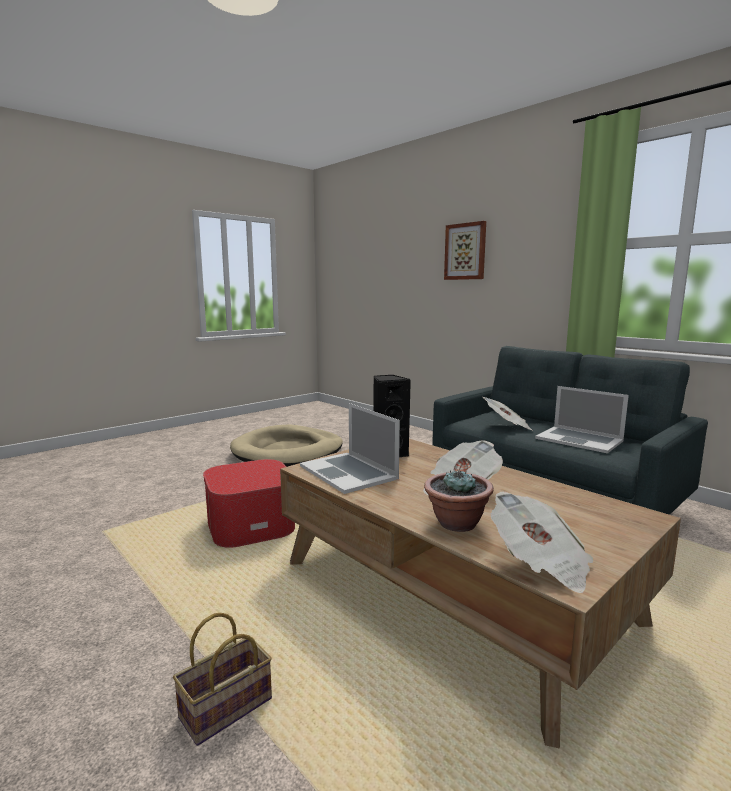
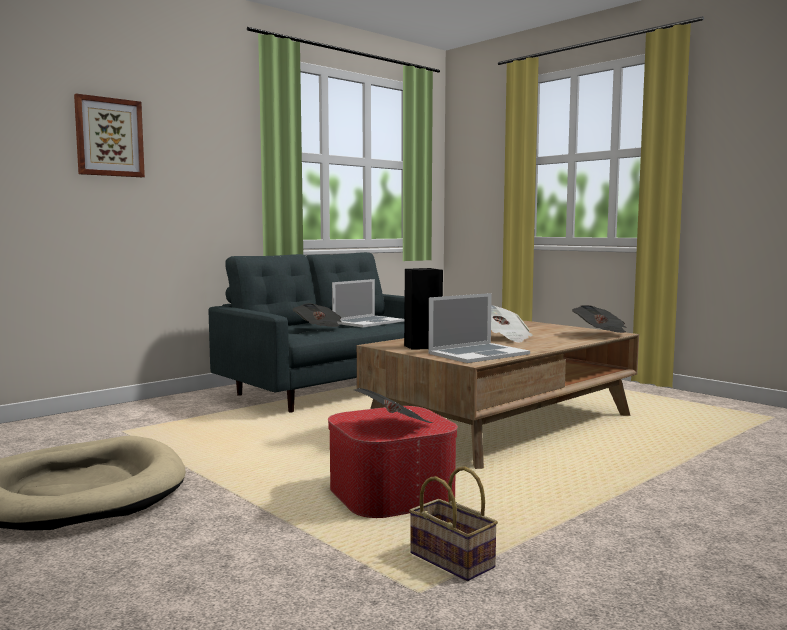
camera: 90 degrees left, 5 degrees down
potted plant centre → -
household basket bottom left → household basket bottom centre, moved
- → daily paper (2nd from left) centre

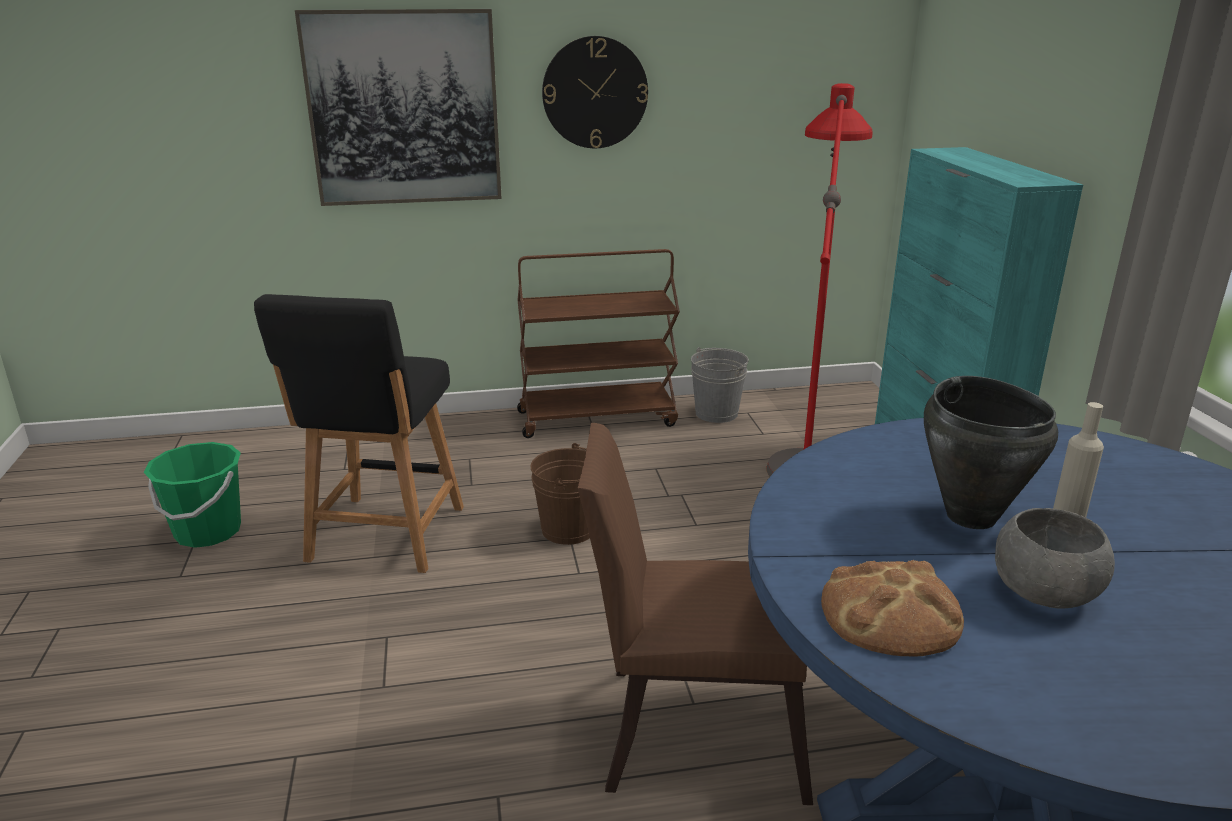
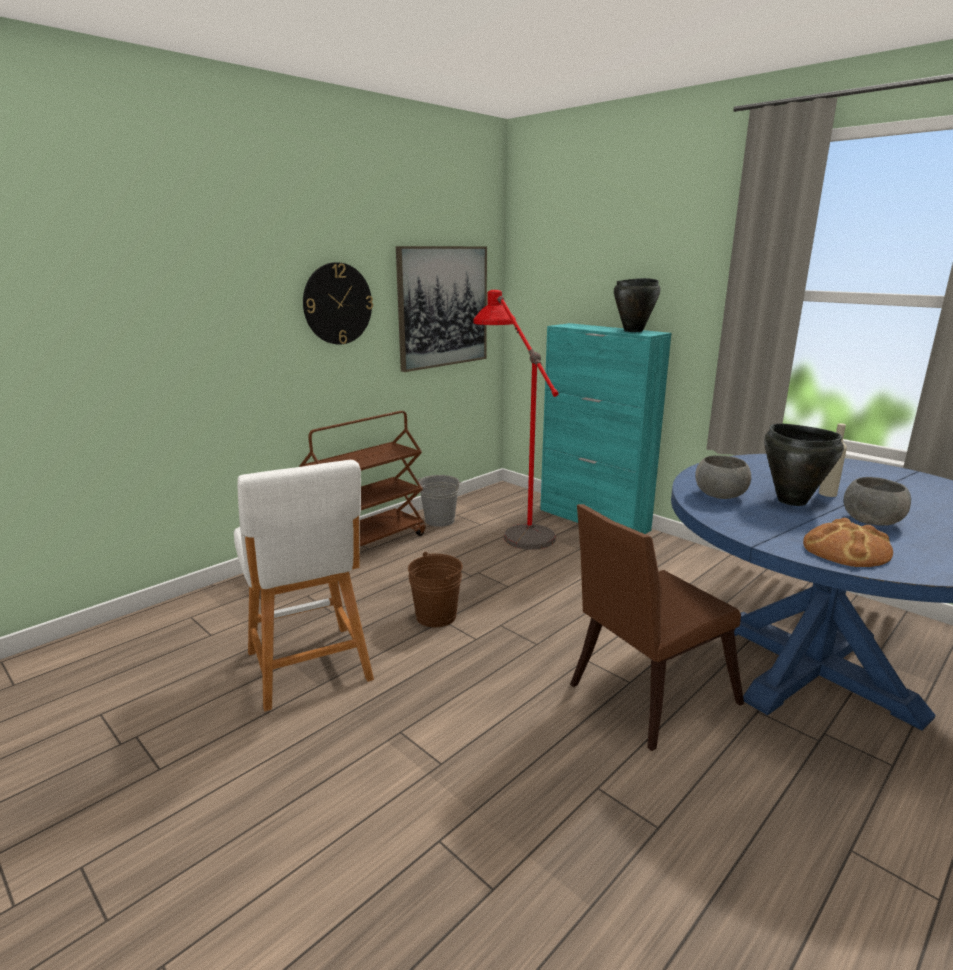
camera: 35 degrees left, 5 degrees down
wall art top left → wall art top centre, moved
blackish stool middle left → white stool middle left
green bucket middle left → -
- → blackish stockpot (1st from left) top right
- → greyish deep dish (1st from left) middle right

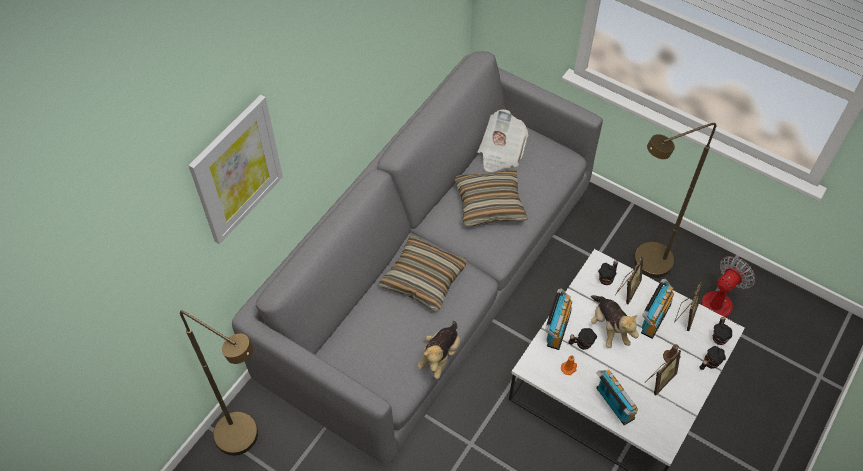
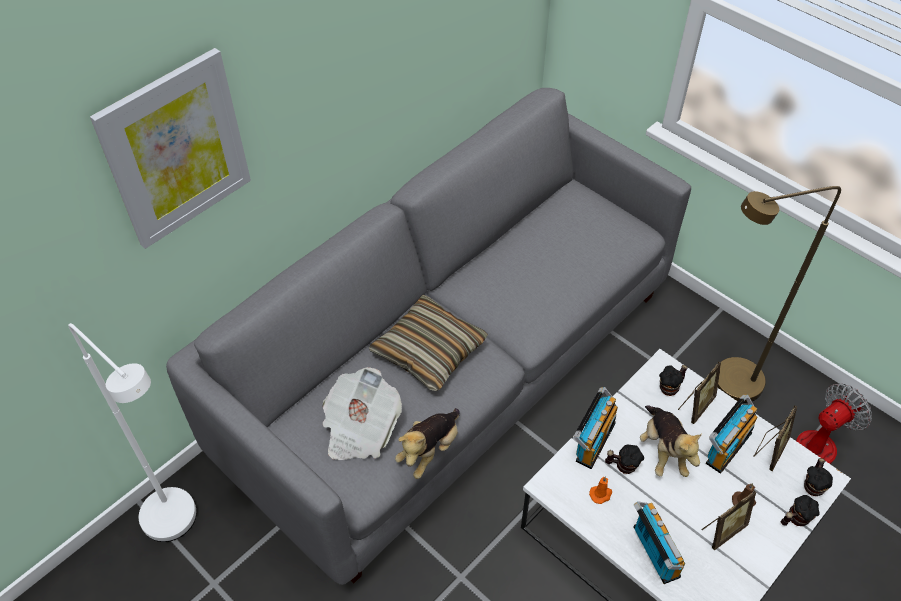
camera: 10 degrees right, 5 degrees down
daily paper top centre → daily paper bottom centre, moved
cushion (2nd from left) centre → -
brown-coloured floor lamp (1st from left) bottom left → white floor lamp bottom left

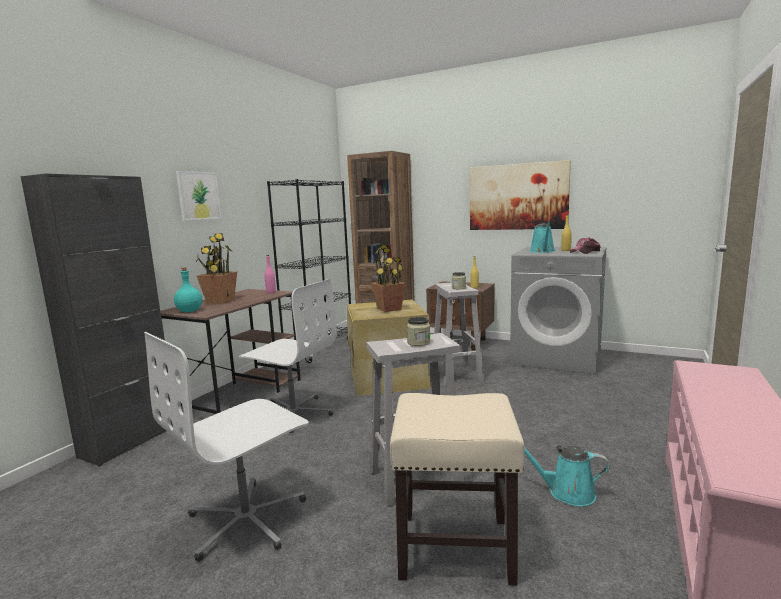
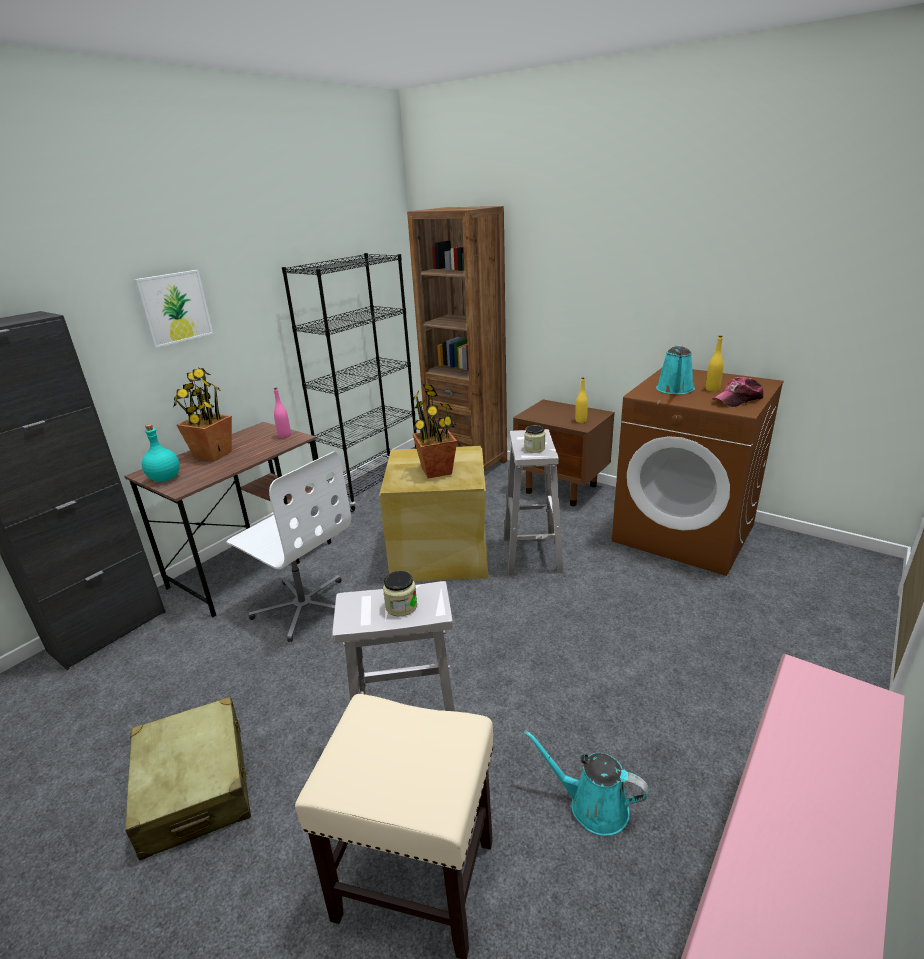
camera: 10 degrees right, 15 degrees up
wall art (2nd from left) top centre → -
greyish laundry appliance middle right → brown-coloured laundry appliance middle right
white computer chair (1st from left) bottom left → beige travel case bottom left

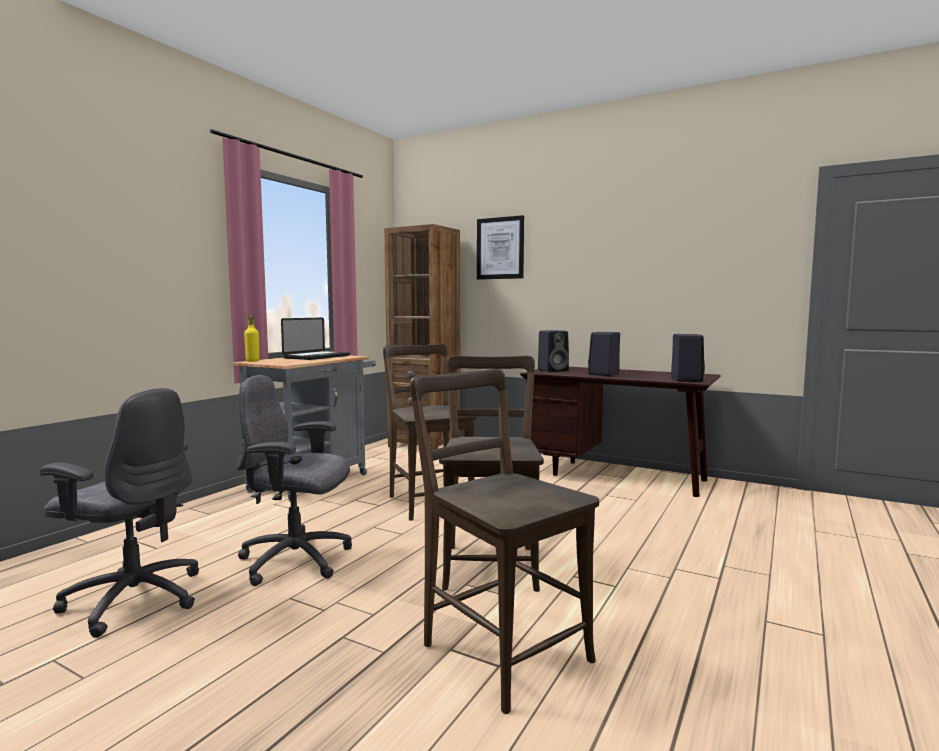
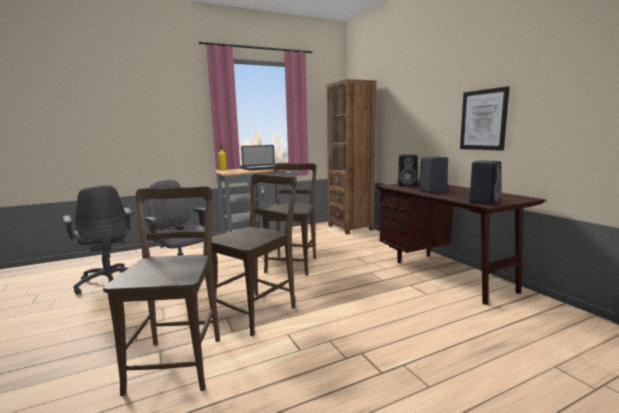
camera: 35 degrees right, 5 degrees up
wall art top centre → wall art top right, moved

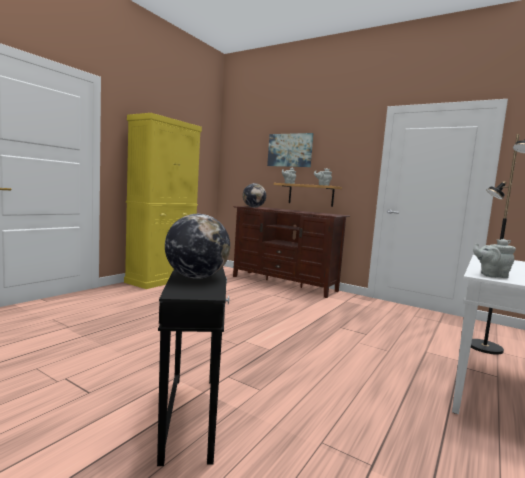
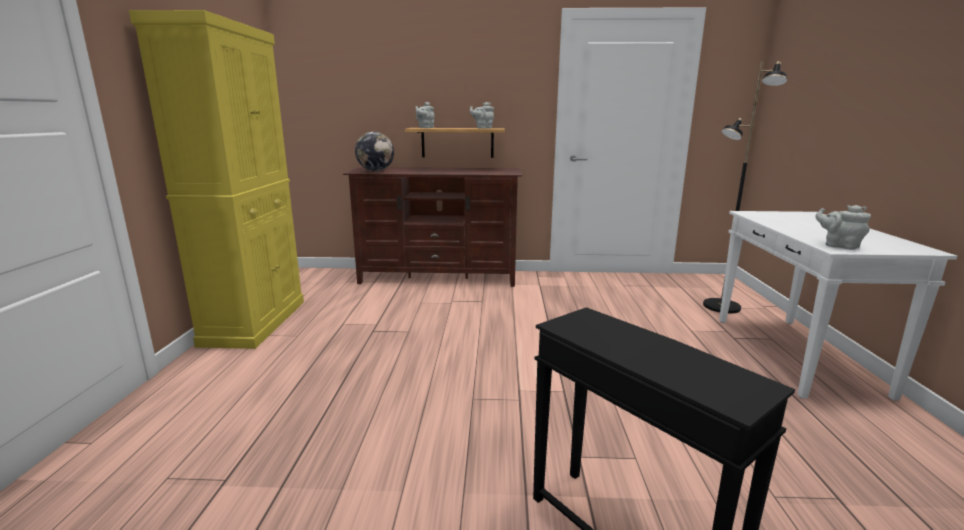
camera: 30 degrees left, 10 degrees up
wall art top centre → -
globe (1st from left) centre → -
greyish pot for tea (3rd from left) middle right, 75 degrees clockwise

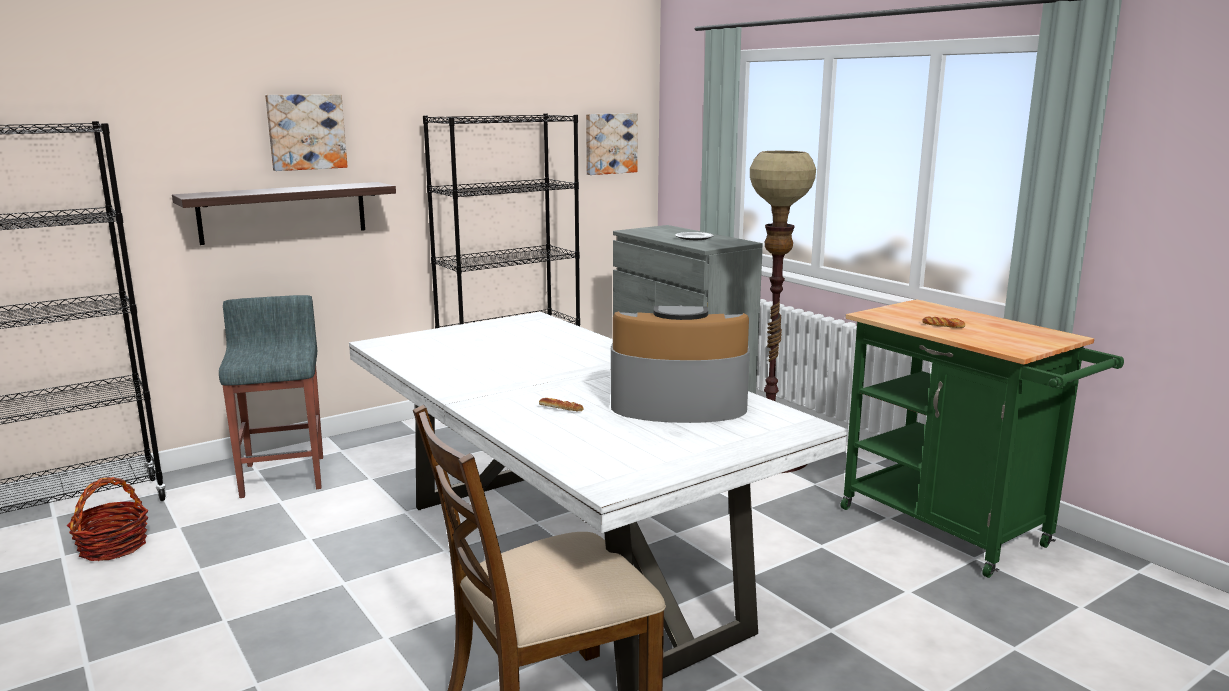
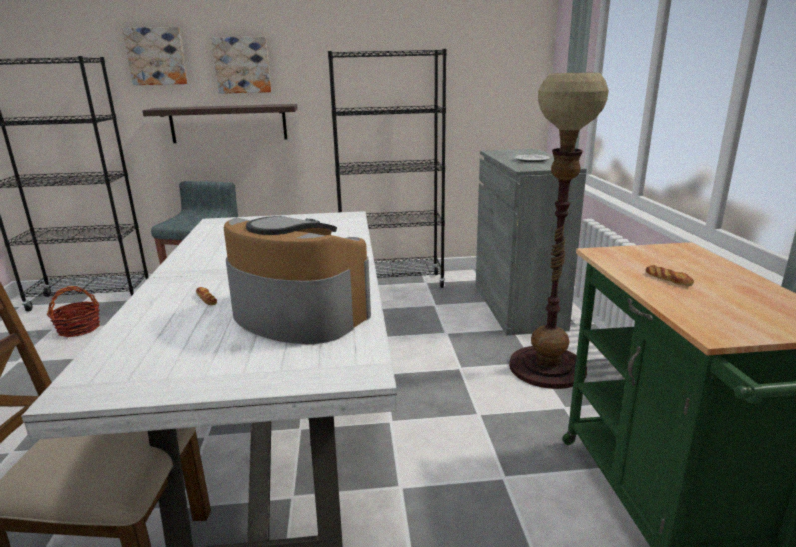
camera: 30 degrees right, 5 degrees up
wall art (2nd from left in the first image) top centre → wall art (1st from left) top left, moved

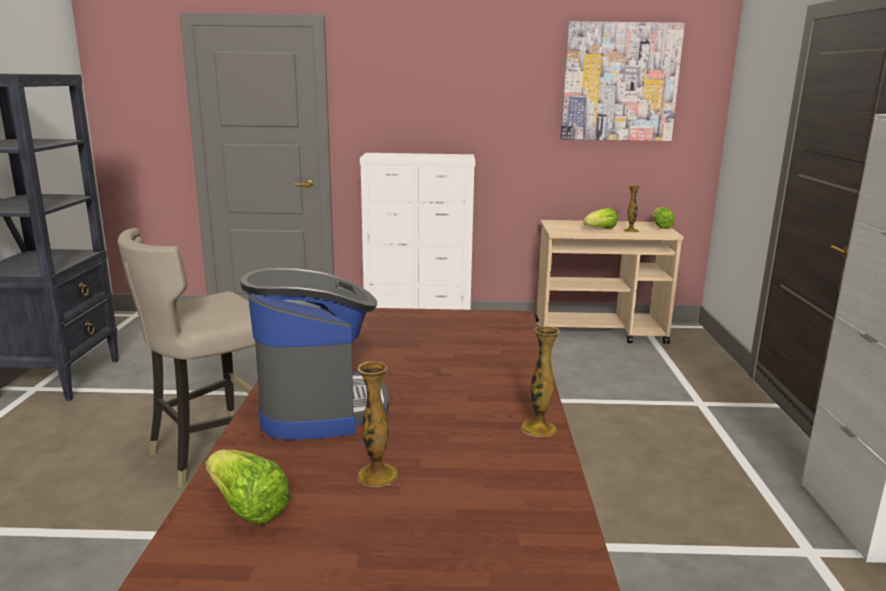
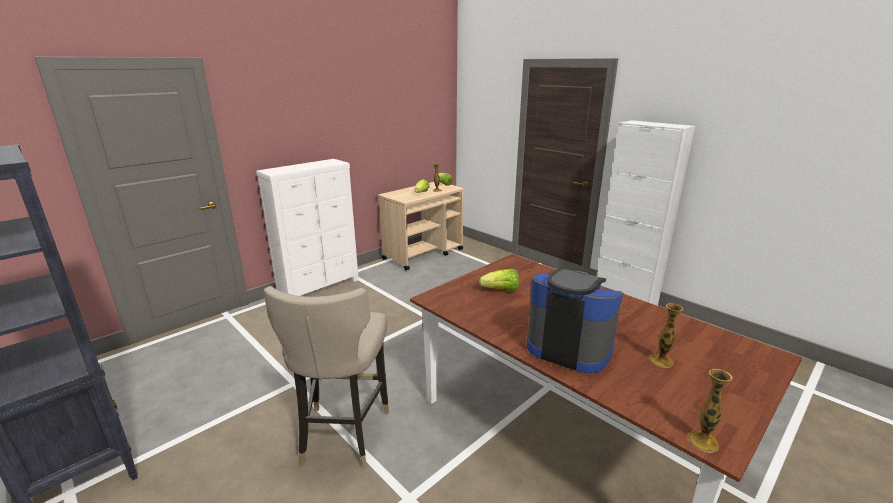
camera: 45 degrees left, 5 degrees up
wall art top right → -
vase (2nd from left in the first image) centre → vase (3rd from left) bottom right, moved
head of lettuce (1st from left in the first image) bottom left → head of lettuce (3rd from left) centre, moved

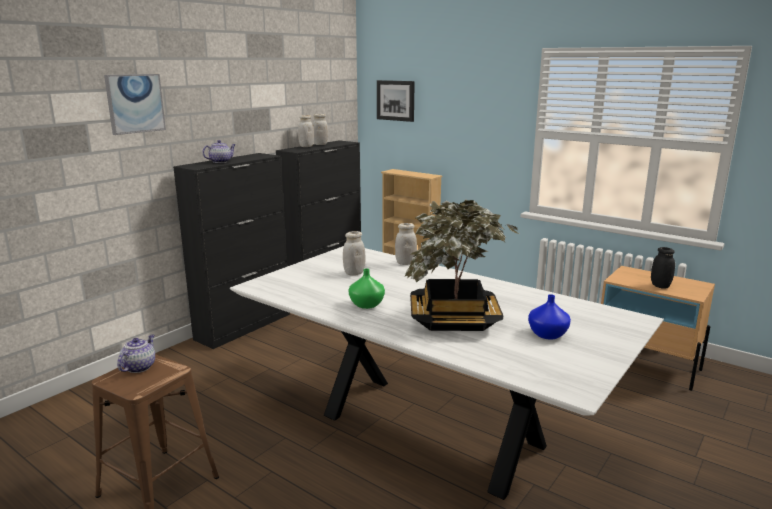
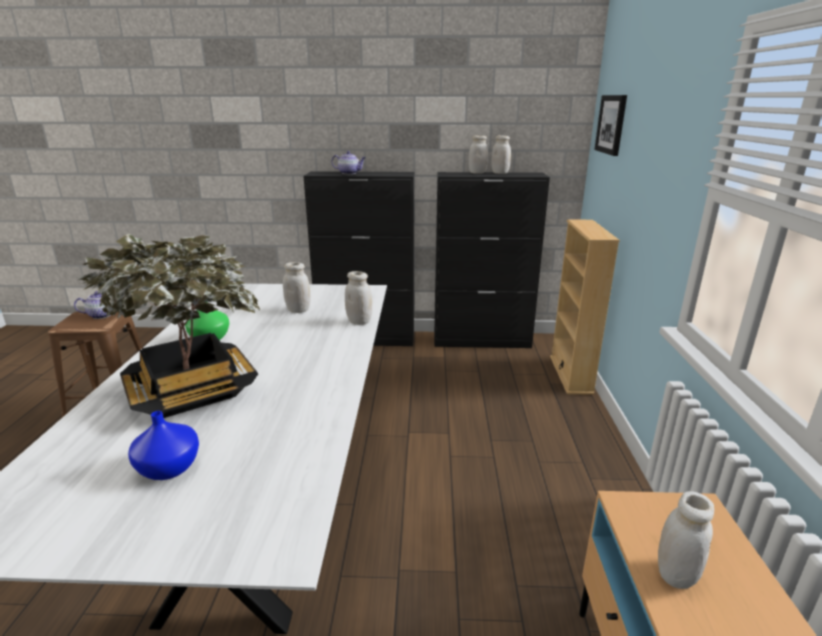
camera: 55 degrees right, 5 degrees up
wall art (1st from left) top left → -
blackish storage jar middle right → white storage jar (5th from left) bottom right

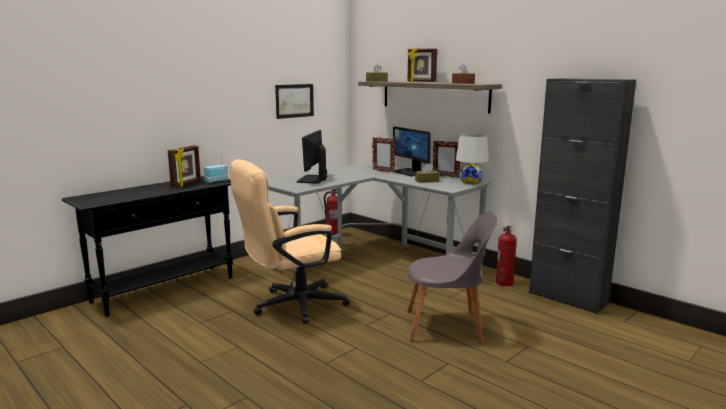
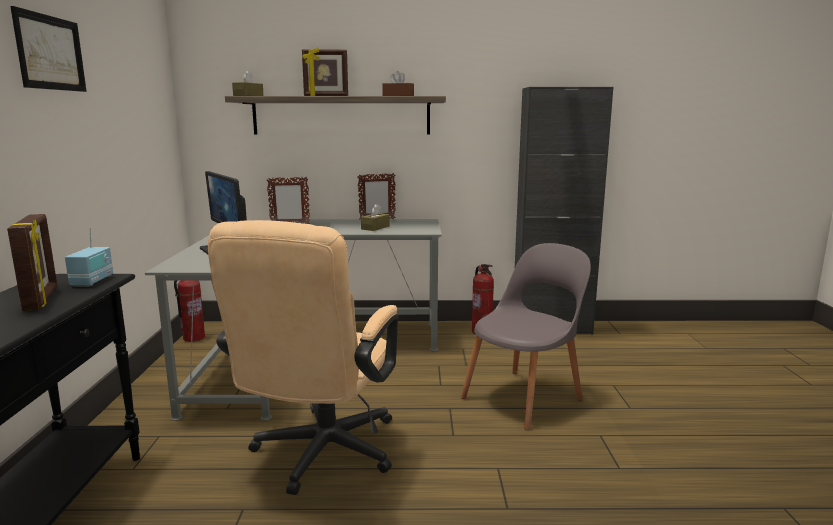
camera: 45 degrees left, 0 degrees up
wall art top centre → wall art top left, moved
monitor (2nd from left) centre → -
white lamp for a table centre → -

